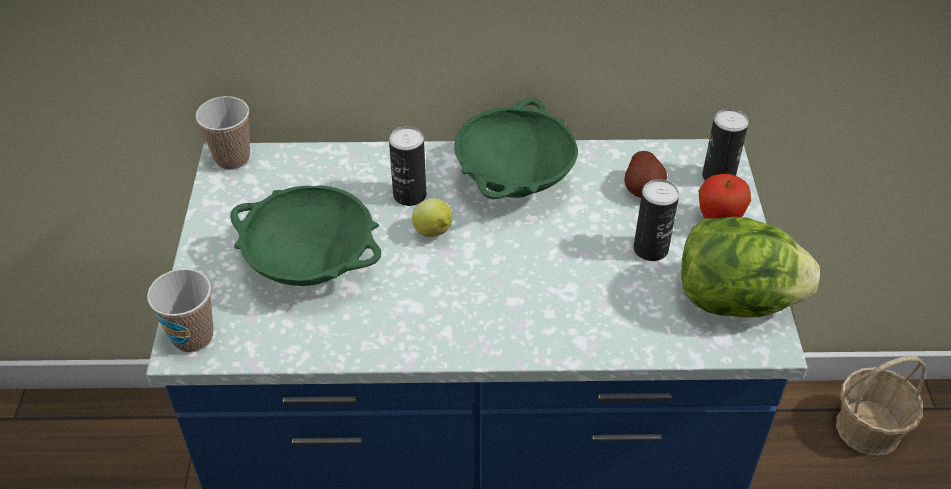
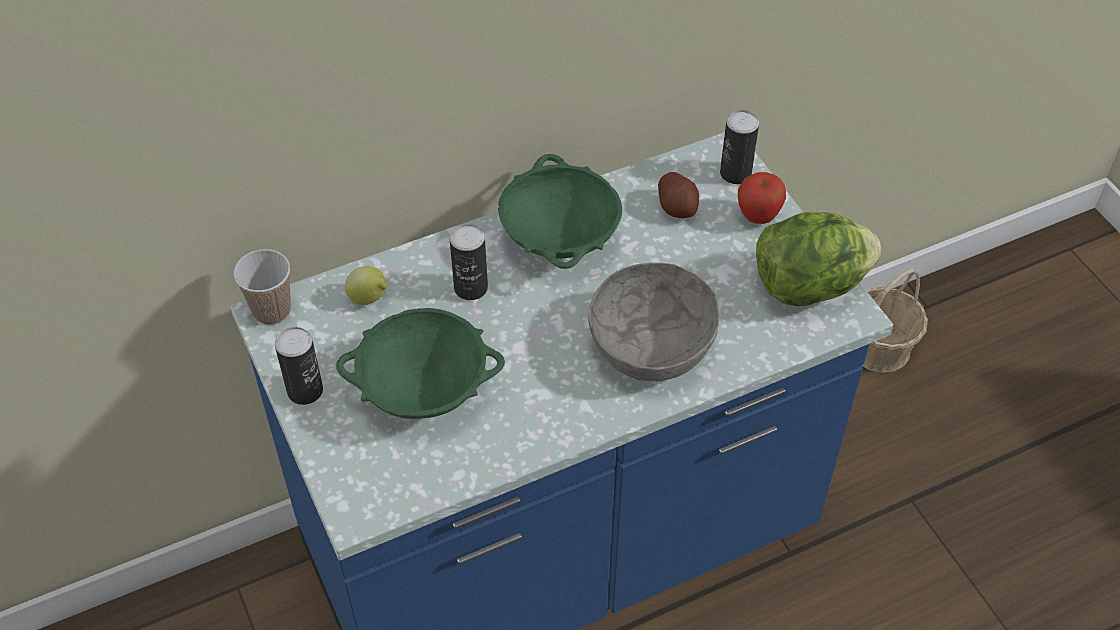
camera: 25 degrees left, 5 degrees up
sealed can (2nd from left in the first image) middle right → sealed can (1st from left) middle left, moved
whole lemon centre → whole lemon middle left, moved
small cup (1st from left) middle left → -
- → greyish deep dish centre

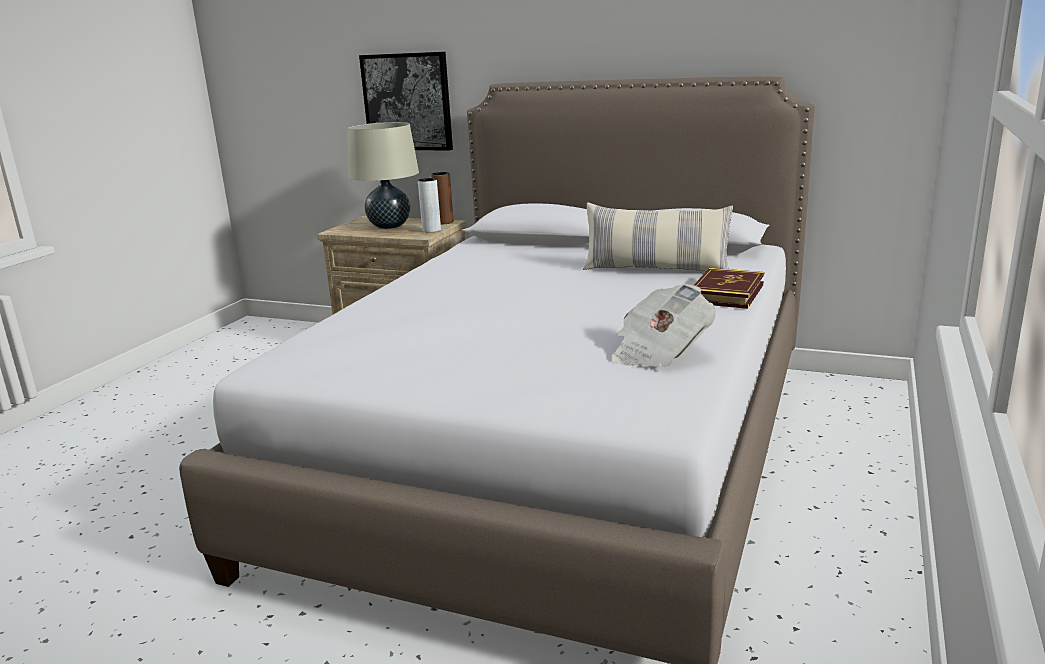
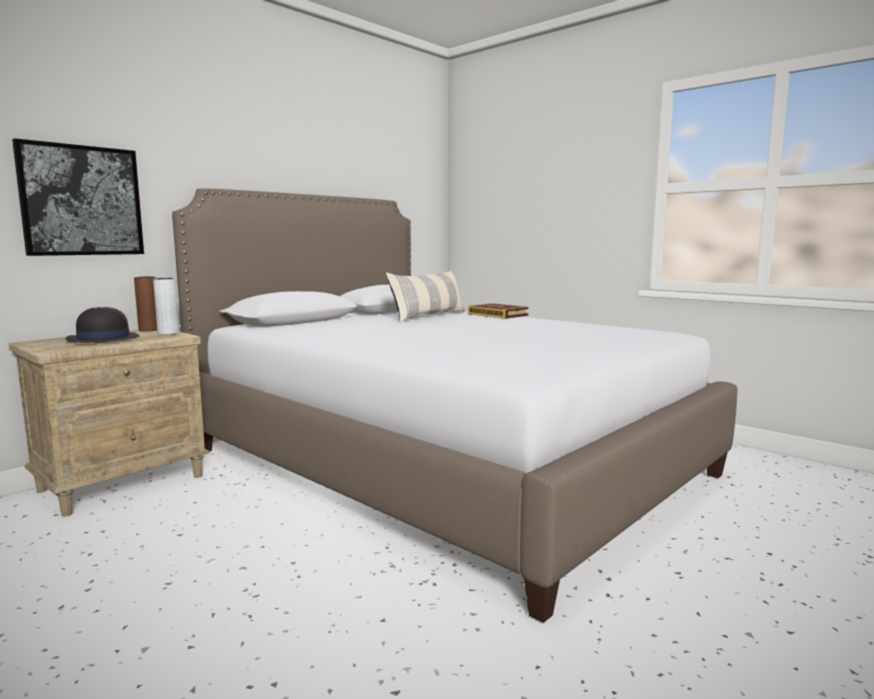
camera: 70 degrees left, 10 degrees down
beige lamp for a table top centre → blackish clothing hat middle left
daily paper centre → -

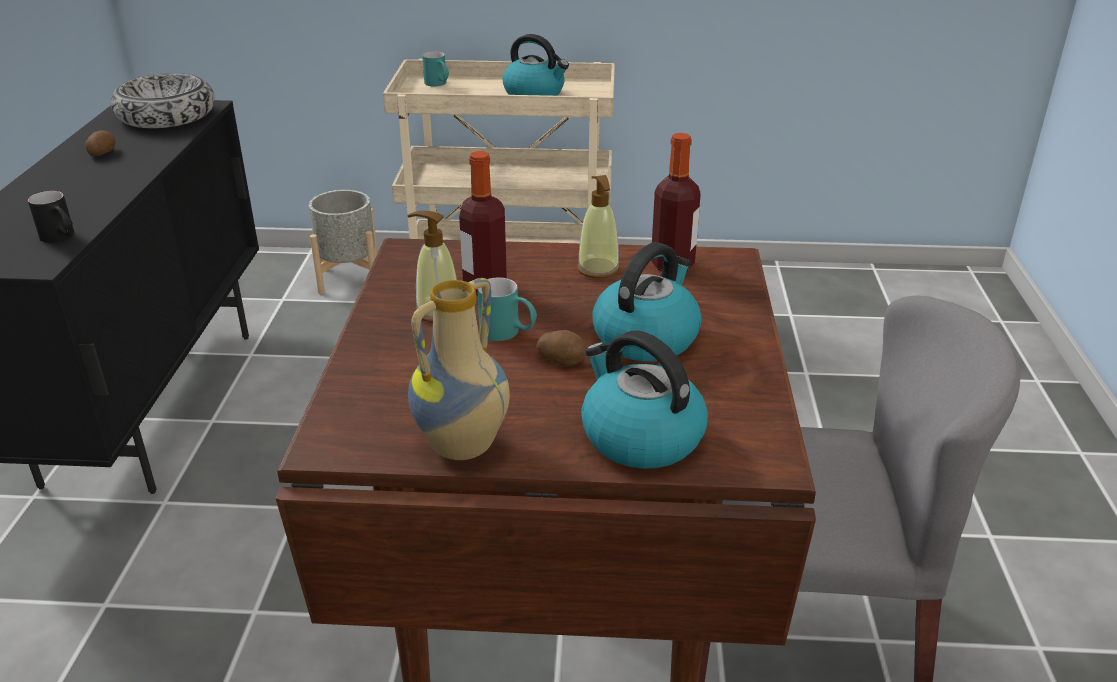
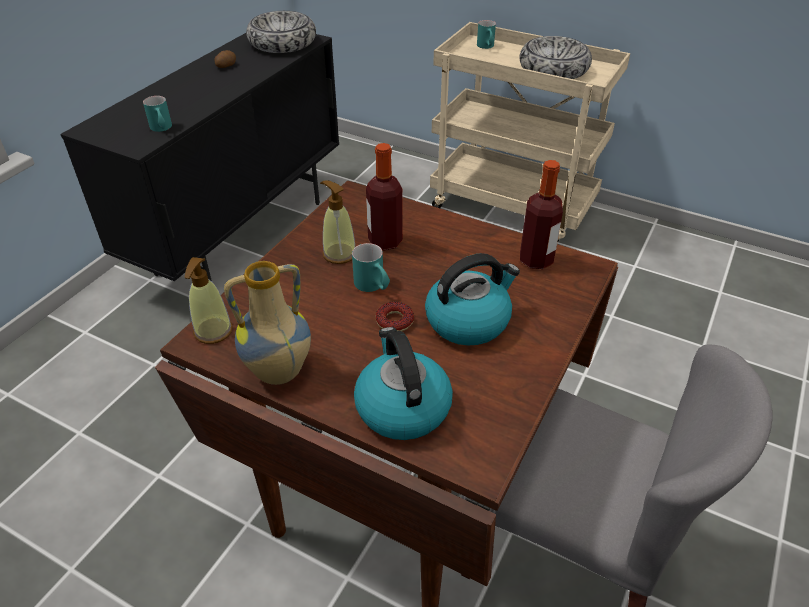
camera: 25 degrees right, 10 degrees up
water kettle (1st from left) top centre → deep dish (2nd from left) top right
soap dispenser (2nd from left in the first image) top centre → soap dispenser (1st from left) middle left, moved
greyish planter middle left → -
blackish coffee mug top left → turquoise-coloured coffee mug (1st from left) top left
spud (2nd from left) centre → doughnut centre

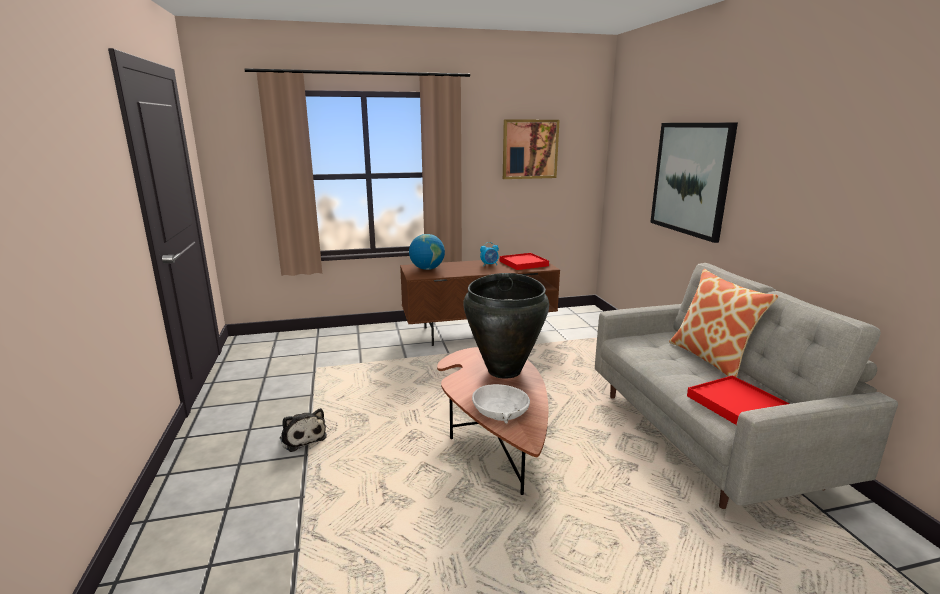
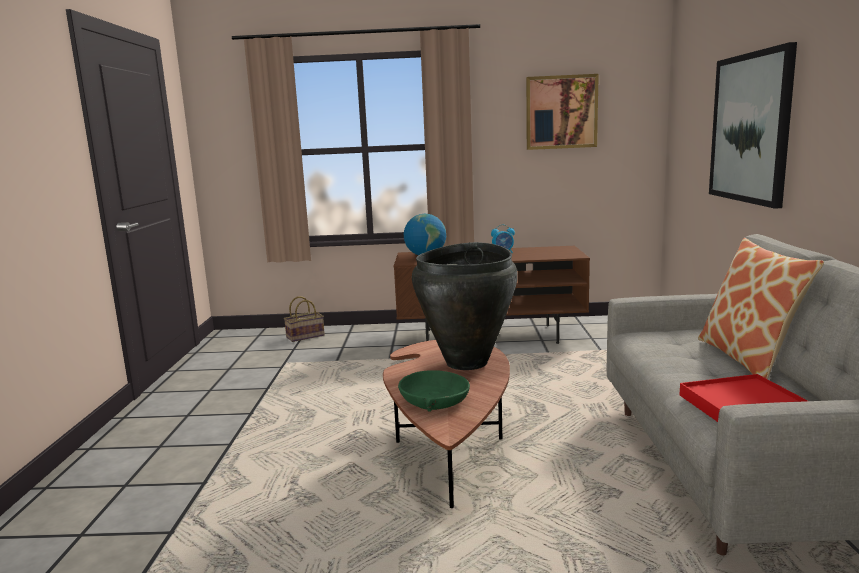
camera: 15 degrees right, 5 degrees down
reddish carrying tray (1st from left) centre → -
white deep dish bottom centre → green deep dish bottom centre
cuddly toy bottom left → -
- → household basket centre

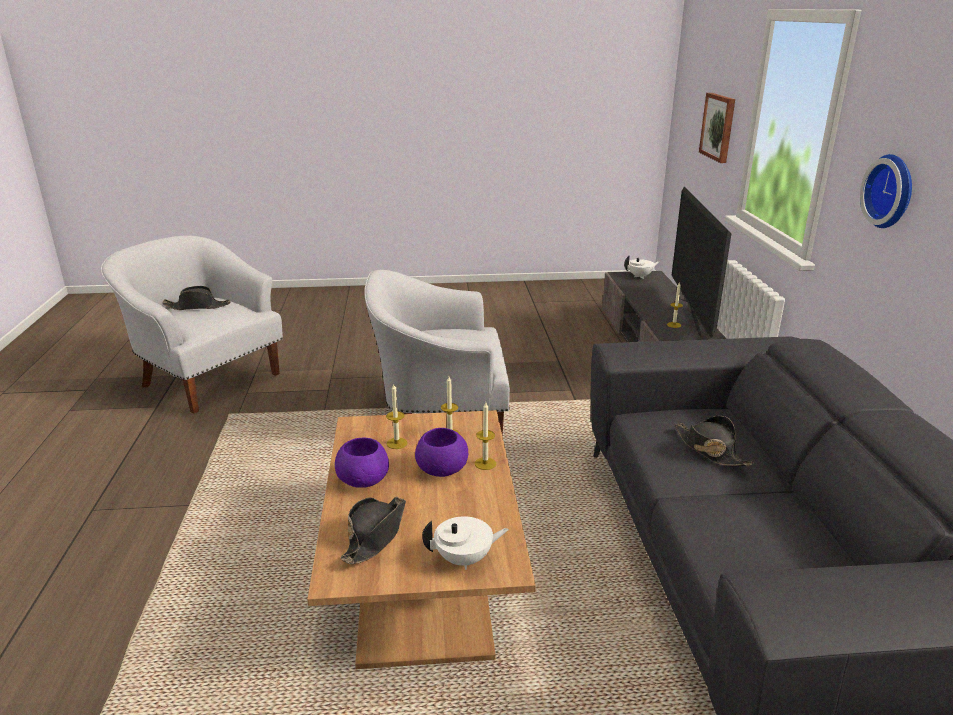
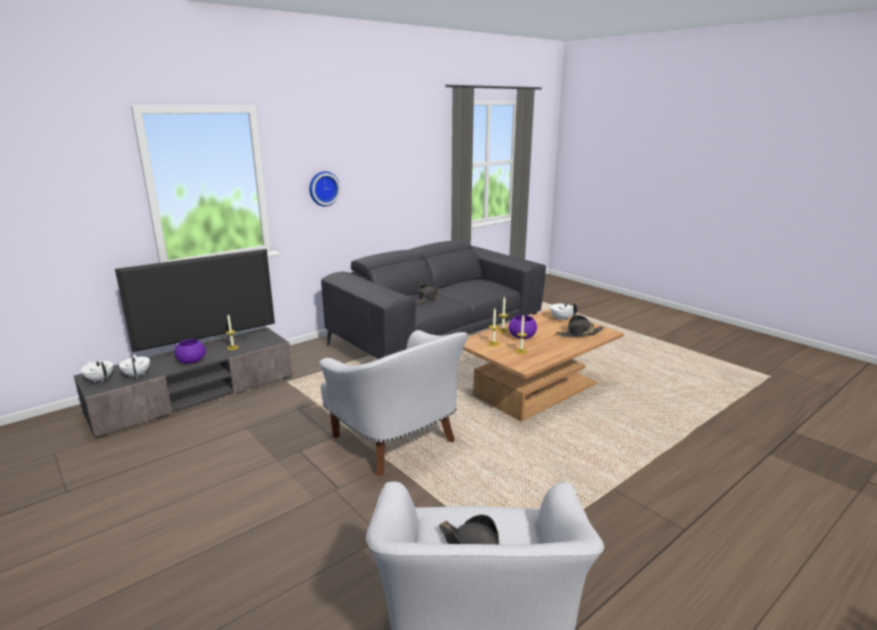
camera: 125 degrees left, 5 degrees down
wall art top right → -
purplish deep dish (1st from left) centre → purplish deep dish (1st from left) middle left, moved
- → white pot for tea (2nd from left) middle left

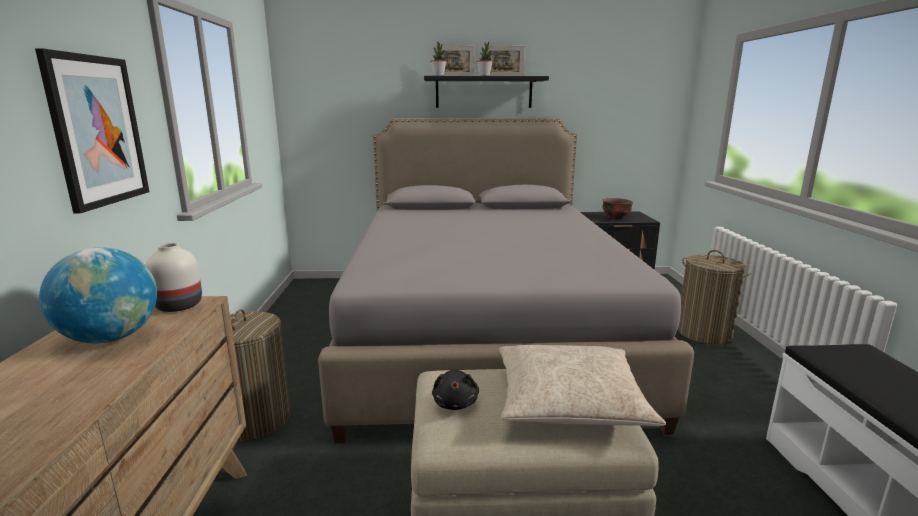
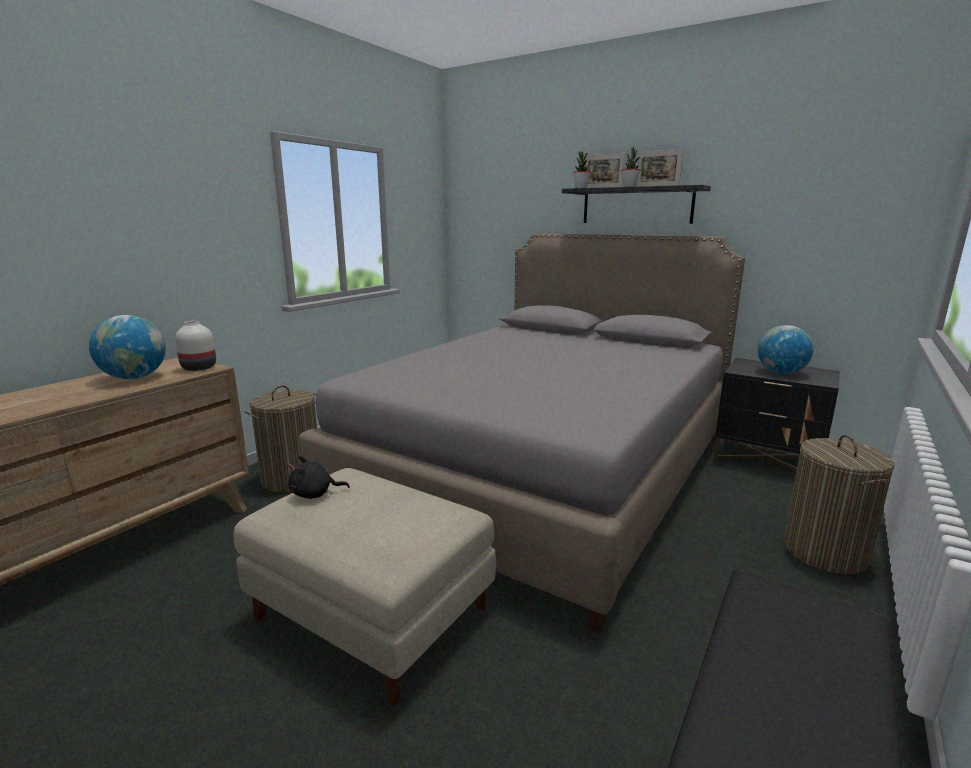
camera: 35 degrees right, 0 degrees up
wall art top left → -
brown-coloured deep dish middle right → globe (2nd from left) middle right
beige cushion bottom centre → -
blackish cuddly toy bottom centre → blackish cuddly toy middle left, 45 degrees clockwise

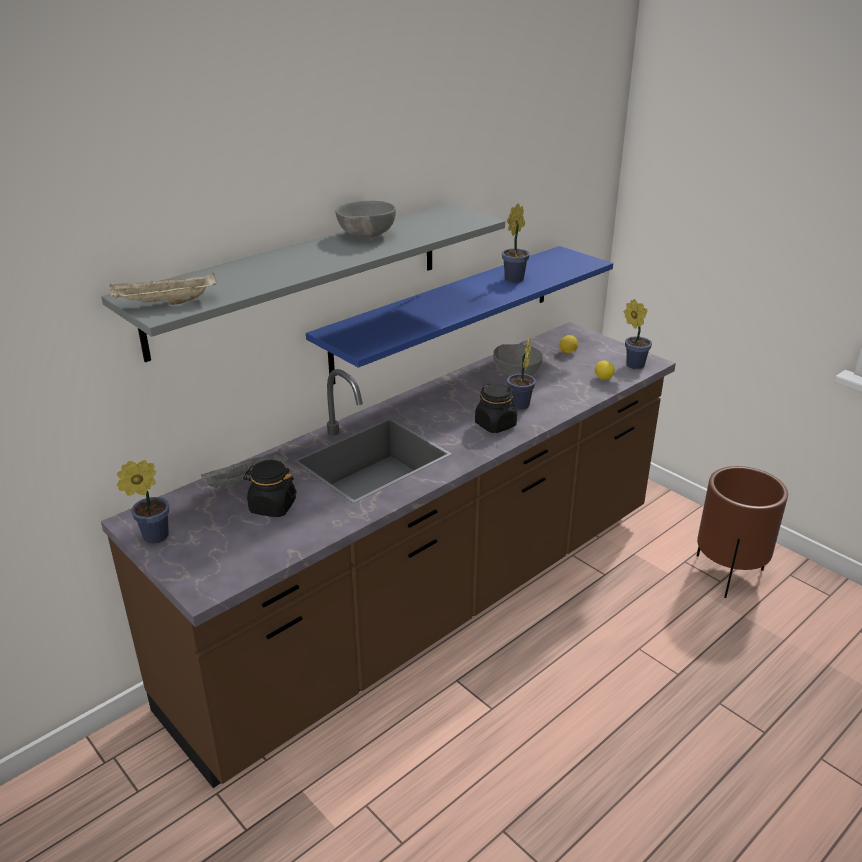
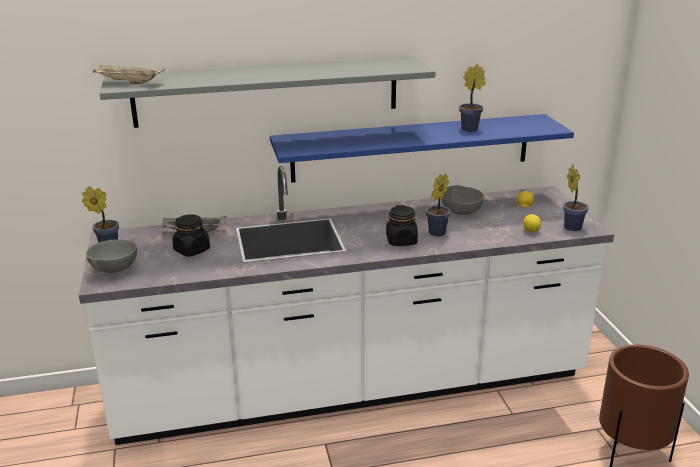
camera: 30 degrees right, 5 degrees down
greyish deep dish (1st from left) top centre → greyish deep dish (1st from left) middle left, moved
brown-coloured kitchen counter centre → white kitchen counter centre

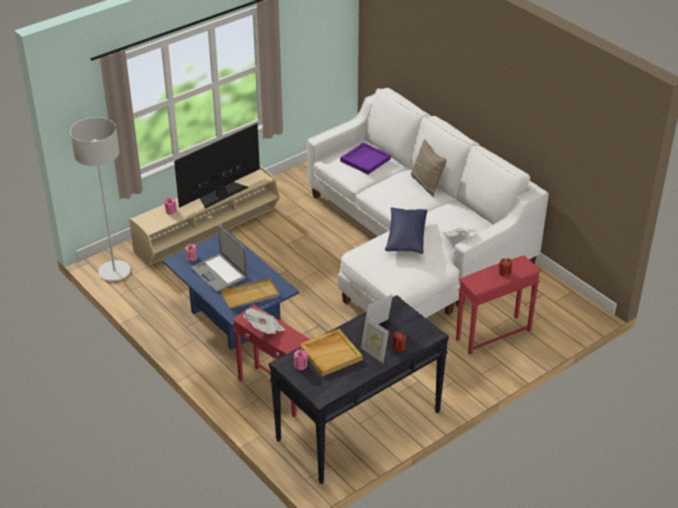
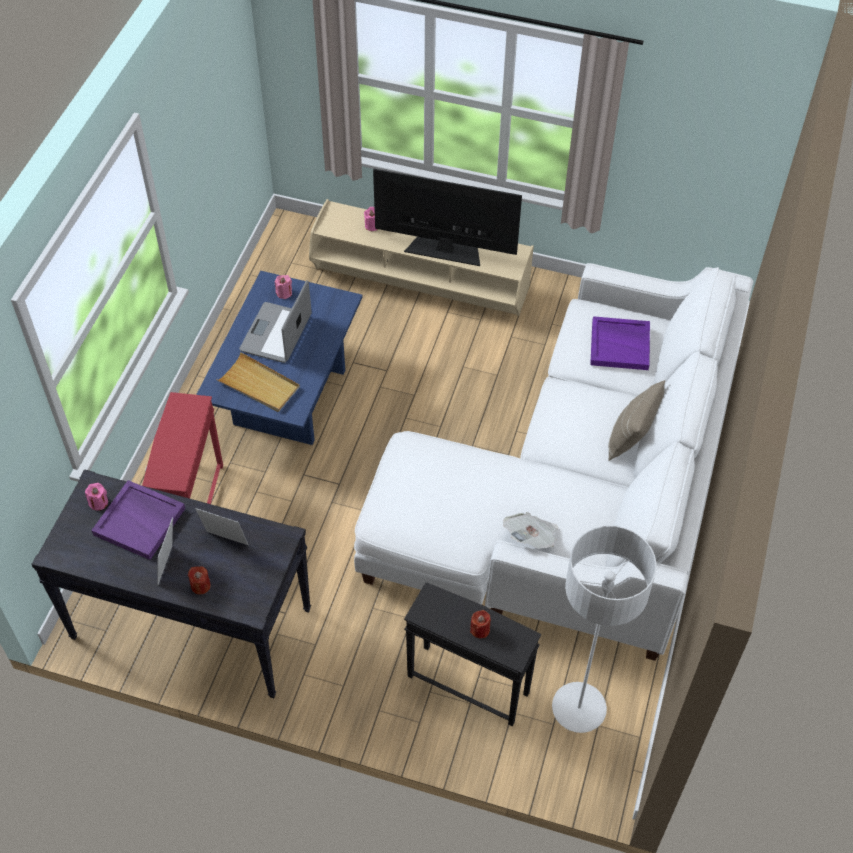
camera: 55 degrees right, 15 degrees up
greyish floor lamp middle left → greyish floor lamp bottom right, moved
blue cushion centre → -
reddish side table (2nd from left) middle right → blackish side table bottom centre
daily paper (1st from left) centre → -
beige carrying tray (2nd from left) bottom centre → purplish carrying tray (1st from left) middle left

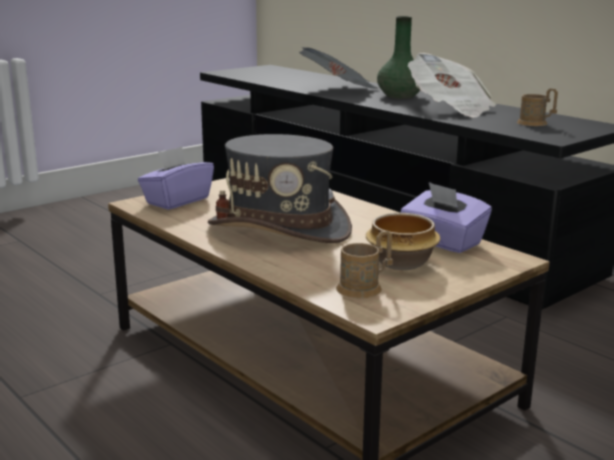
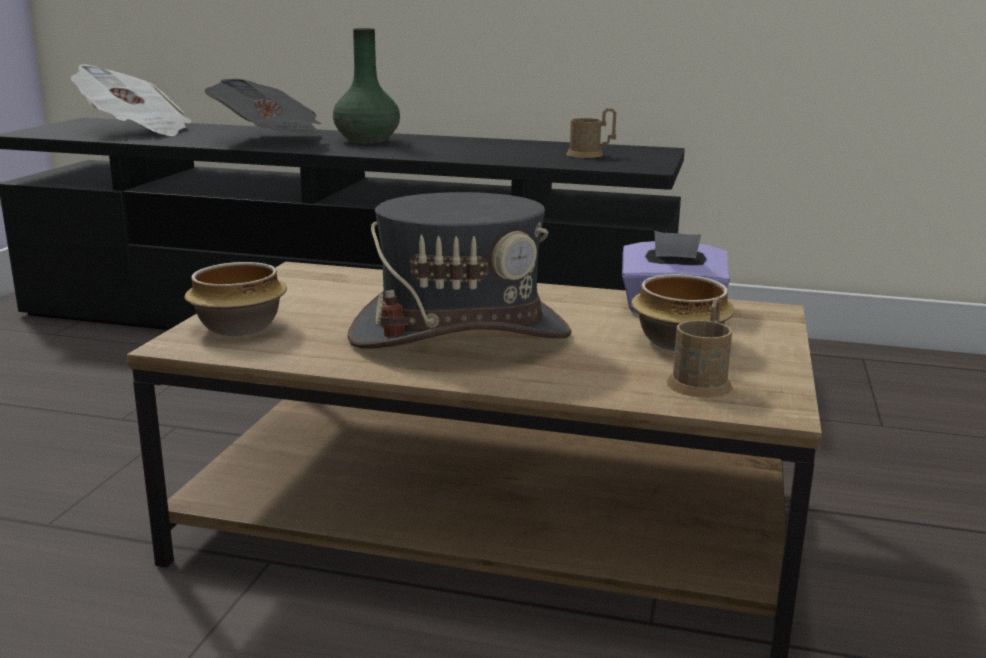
camera: 35 degrees left, 0 degrees up
daily paper (2nd from left in the first image) top right → daily paper (1st from left) top left, moved
purplish tissue holder (1st from left) middle left → deep dish (1st from left) middle left

